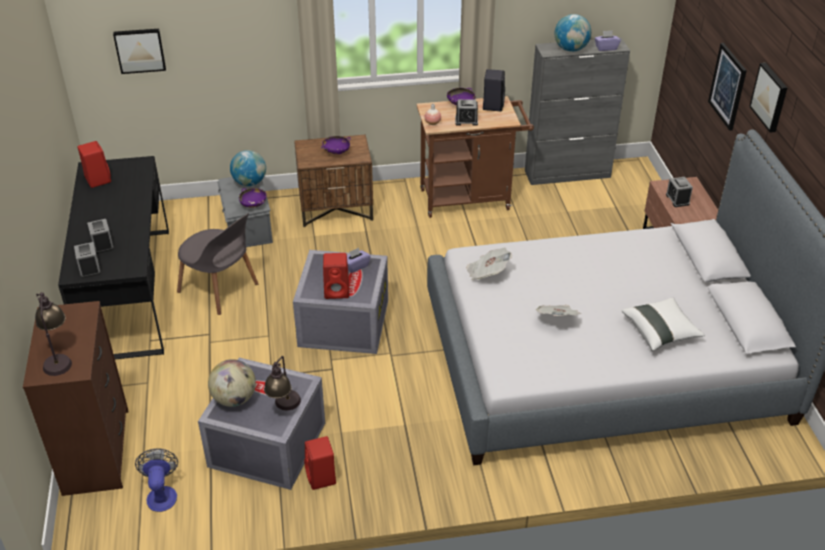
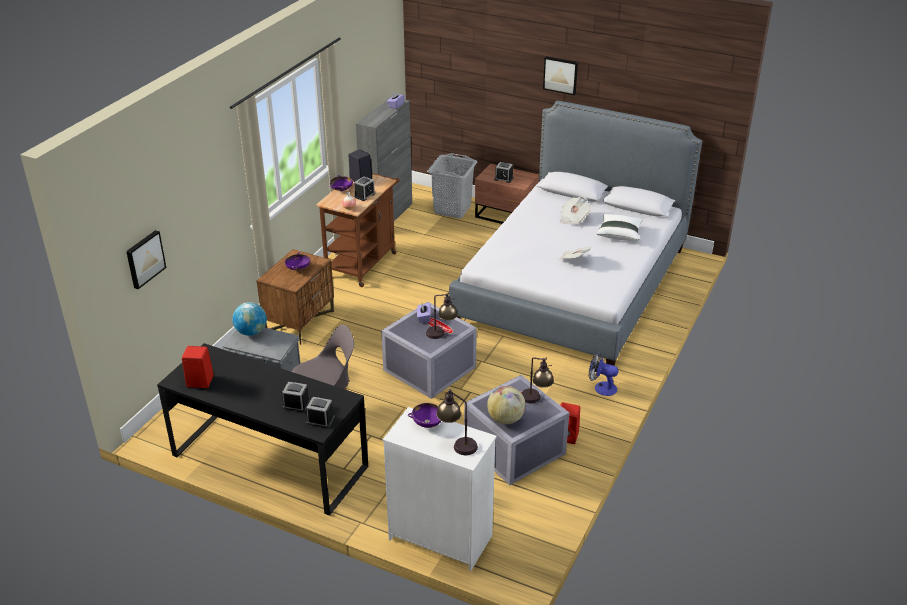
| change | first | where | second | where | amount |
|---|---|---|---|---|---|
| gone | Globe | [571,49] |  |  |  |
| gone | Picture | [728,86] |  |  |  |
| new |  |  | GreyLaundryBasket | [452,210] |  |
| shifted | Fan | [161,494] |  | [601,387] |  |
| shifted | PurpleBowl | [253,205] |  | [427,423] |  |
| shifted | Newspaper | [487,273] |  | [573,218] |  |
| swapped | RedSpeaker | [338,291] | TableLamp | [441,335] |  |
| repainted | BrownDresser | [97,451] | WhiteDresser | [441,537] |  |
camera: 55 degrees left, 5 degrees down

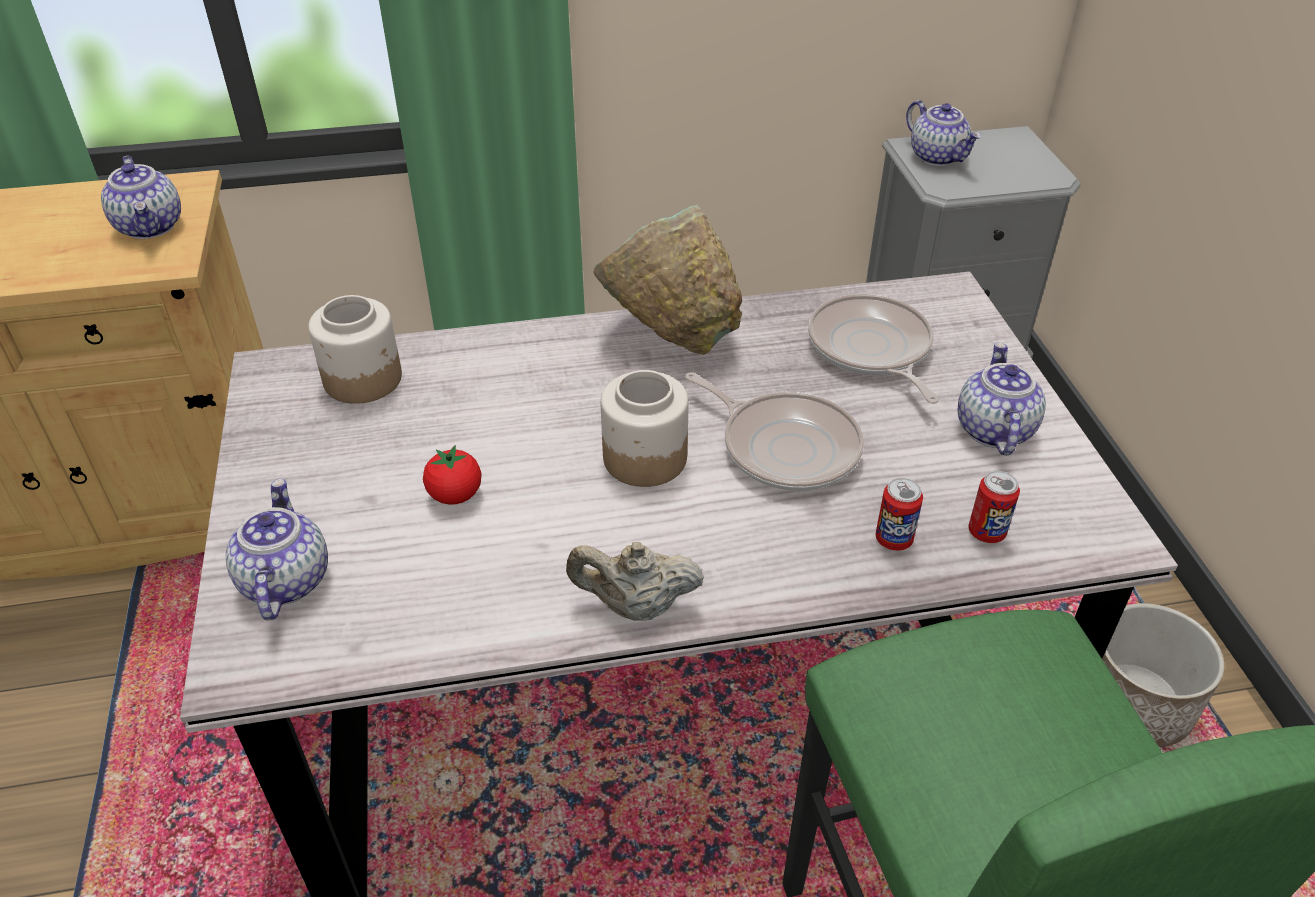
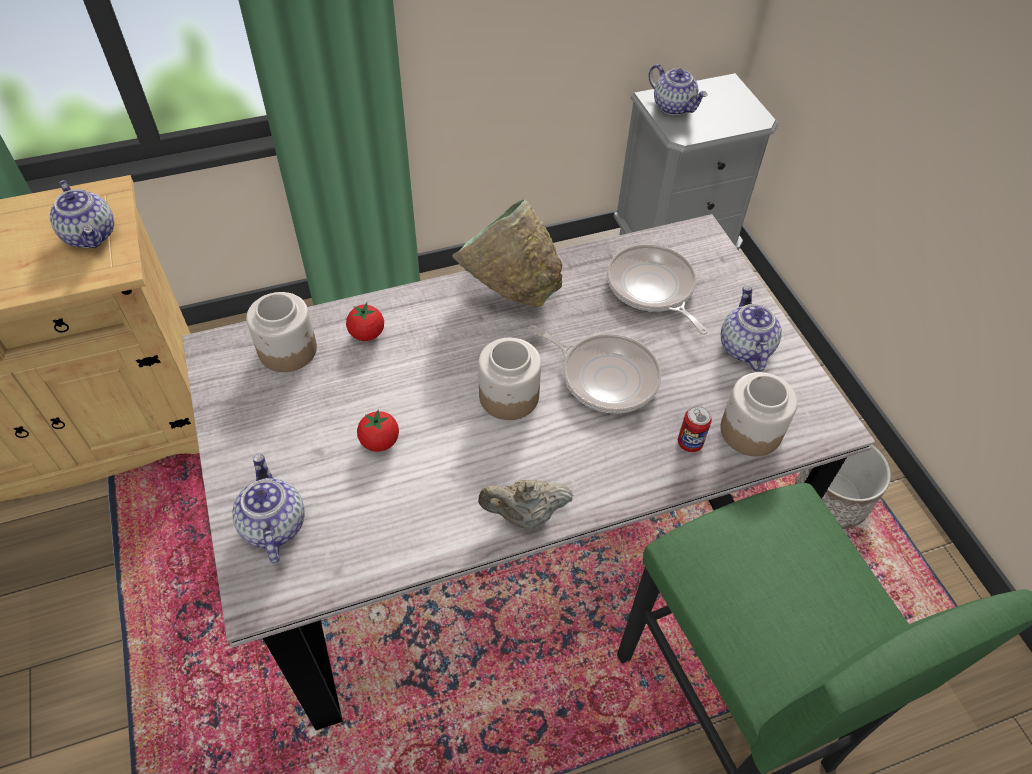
| change | first | where | second | where | amount |
|---|---|---|---|---|---|
| new |  |  | Tomato | [367,334] |  |
| swapped | Can | [986,532] | Jar | [750,430] |  |
camera: 10 degrees left, 10 degrees up

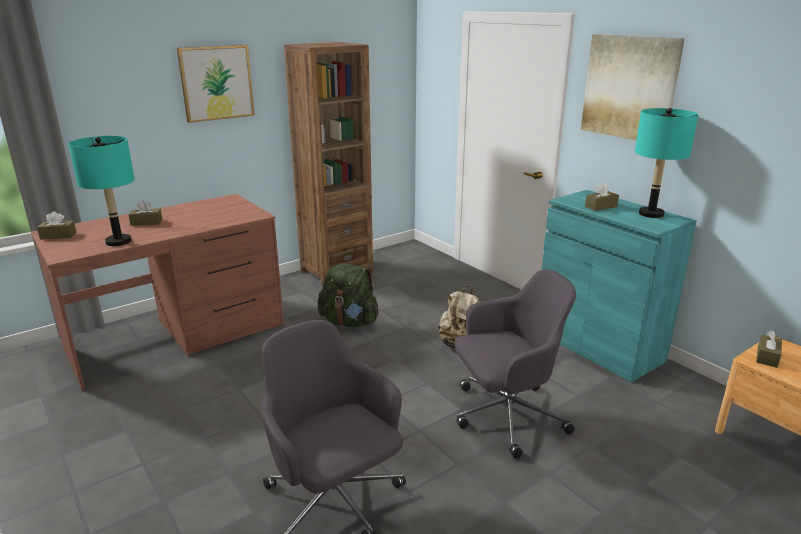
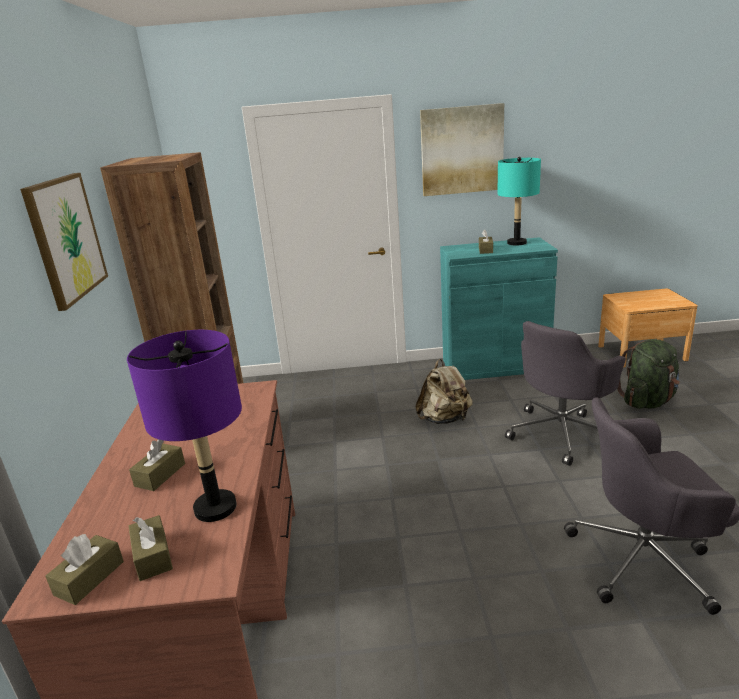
| change | first | where | second | where | amount |
|---|---|---|---|---|---|
| shifted | GreenBackpack | [349,322] |  | [647,401] |  |
| shifted | BrownTissueBox | [767,357] |  | [153,556] |  |
| repainted | TurquoiseTableLamp | [118,242] | PurpleTableLamp | [216,508] |  |
| rotated | GreyOfficeChair | [505,416] |  | [562,433] | 150 degrees counterclockwise |
camera: 55 degrees left, 0 degrees up

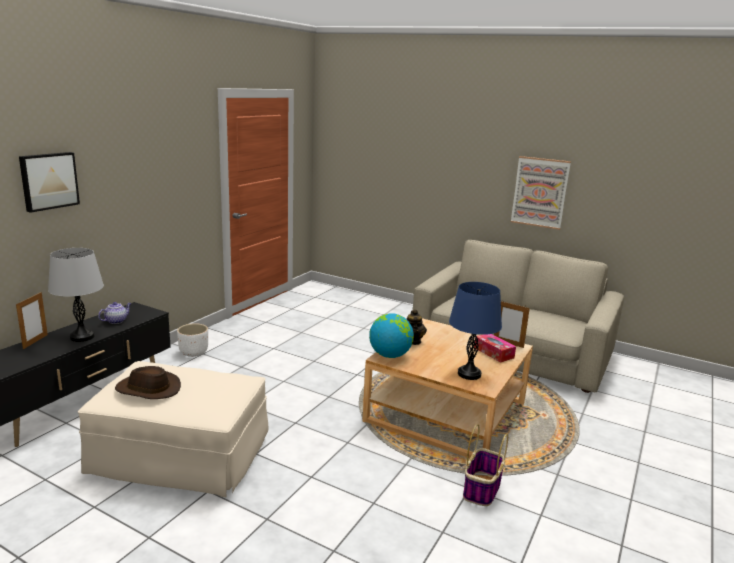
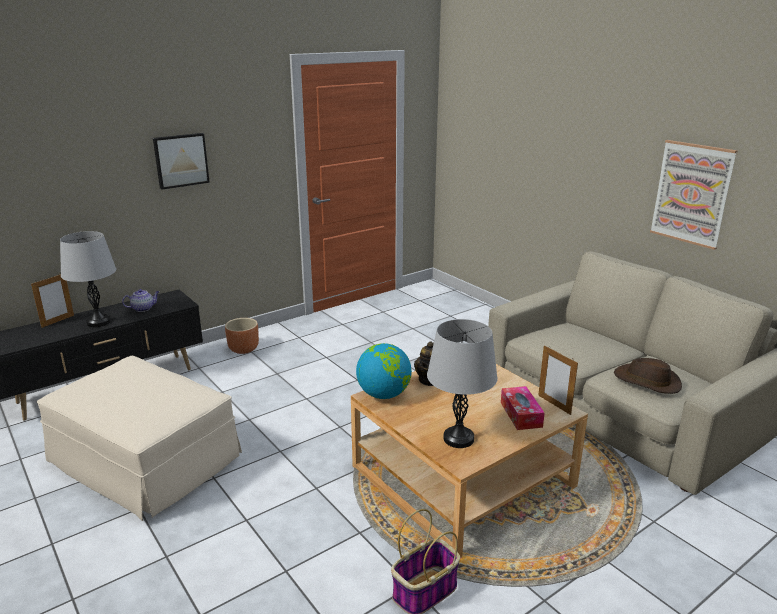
| change | first | where | second | where | amount |
|---|---|---|---|---|---|
| shifted | Picture | [48,181] |  | [180,160] |  |
| shifted | BrownHat | [148,389] |  | [647,381] |  |
| repainted | WhitePlanter | [193,353] | BrownPlanter | [243,349] |  |
| repainted | BlueTableLamp | [469,374] | GreyTableLamp | [458,439] |  |
camera: 25 degrees right, 5 degrees up

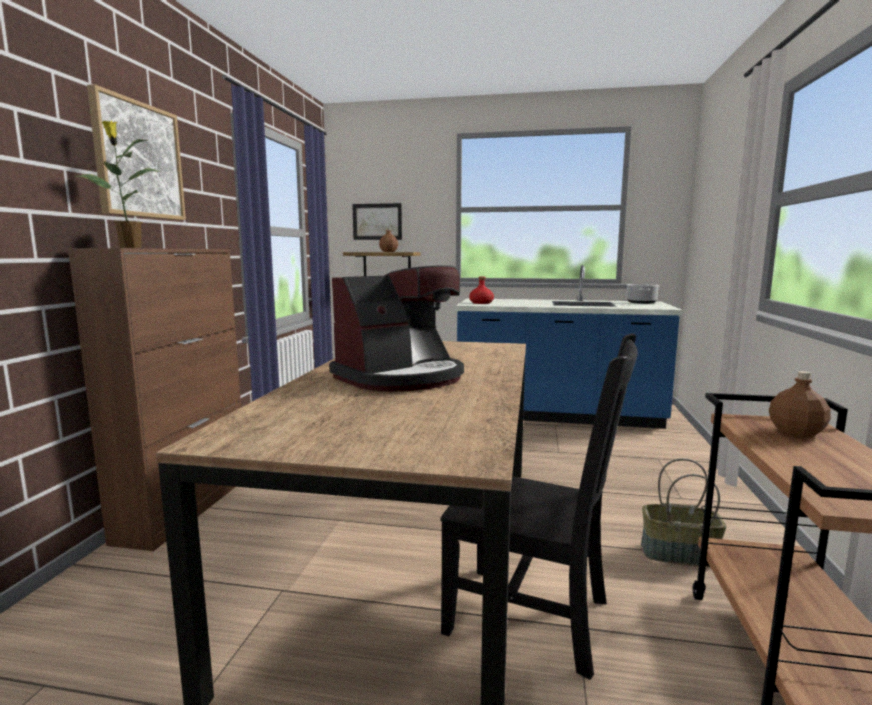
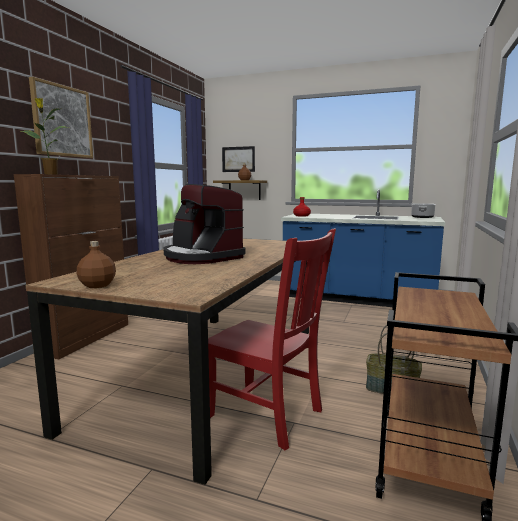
| change | first | where | second | where | amount |
|---|---|---|---|---|---|
| shifted | BrownBottle | [796,432] |  | [98,285] |  |
| repainted | BlackChair | [533,618] | RedChair | [268,415] |  |
| rotated | CoffeeMachine | [401,377] |  | [201,257] | 75 degrees clockwise |
camera: 10 degrees right, 0 degrees up

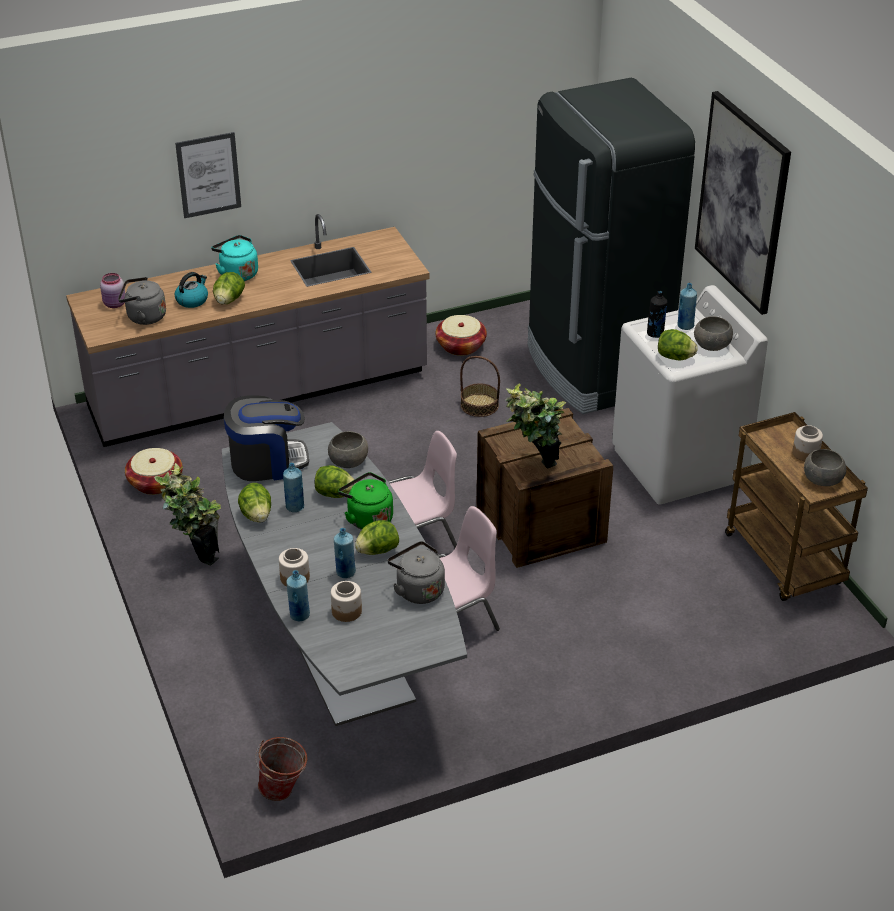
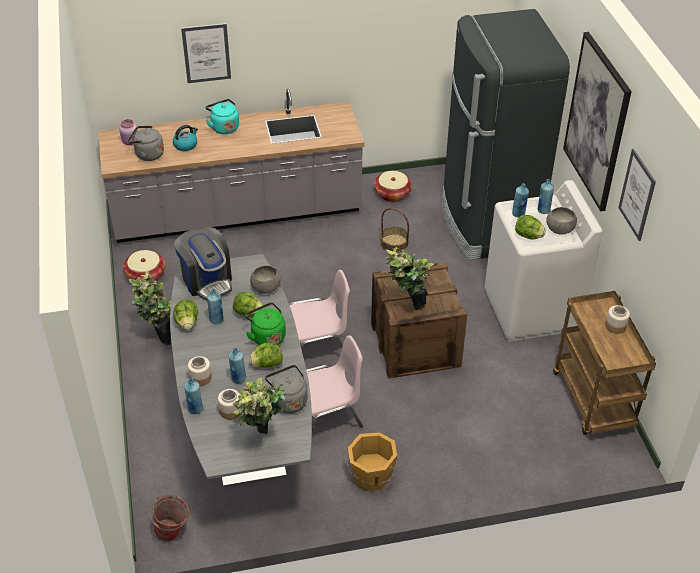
| change | first | where | second | where | amount |
|---|---|---|---|---|---|
| gone | Lettuce | [229,300] |  |  |  |
| gone | GreyBowl | [822,479] |  |  |  |
| new |  |  | PottedPlant | [261,442] |  |
| new |  |  | OrangeBucket | [371,476] |  |
| new |  |  | Picture | [637,195] |  |
| repainted | BlackBottle | [655,334] | BlueBottle | [518,214] |  |
| rotated | CoffeeMachine | [267,462] |  | [207,280] | 60 degrees clockwise |
camera: 10 degrees right, 5 degrees up

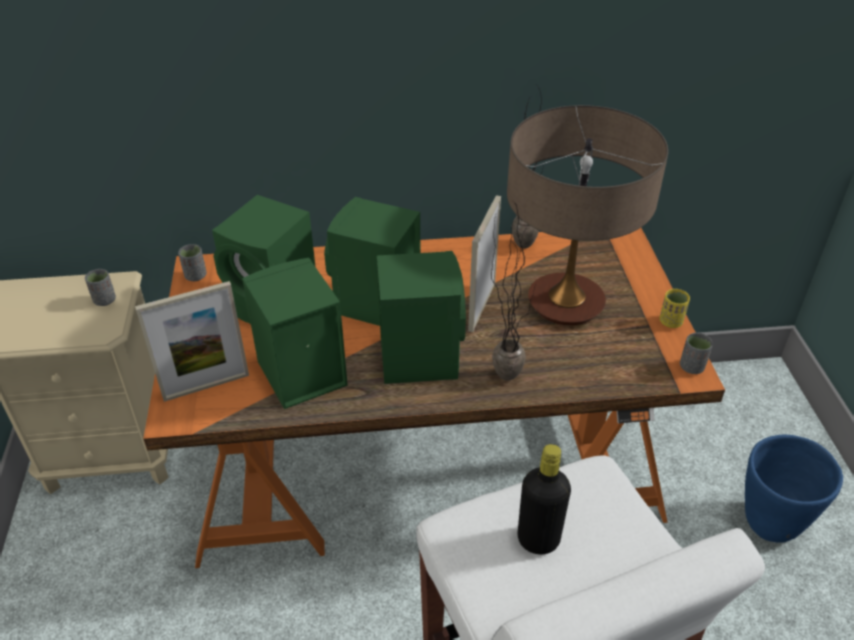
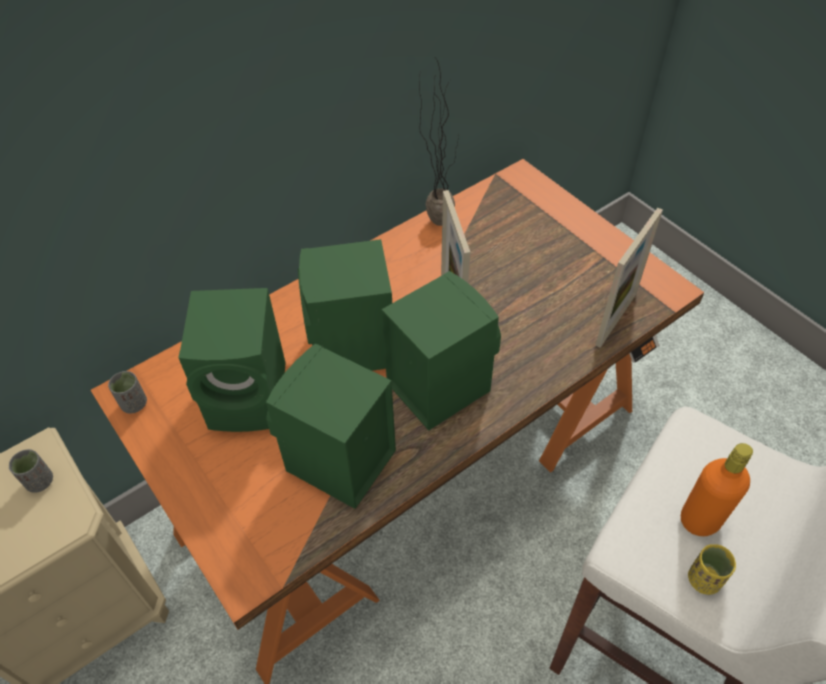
| change | first | where | second | where | amount |
|---|---|---|---|---|---|
| gone | PottedPlant | [505,368] |  |  |  |
| gone | TableLamp | [565,303] |  |  |  |
| gone | GreyCup | [691,367] |  |  |  |
| gone | BluePlanter | [770,523] |  |  |  |
| shifted | PictureFrame | [206,386] |  | [616,319] |  |
| shifted | YellowCup | [670,322] |  | [703,579] |  |
| repainted | BlackBottle | [538,539] | OrangeBottle | [699,520] |  |
camera: 30 degrees left, 10 degrees up

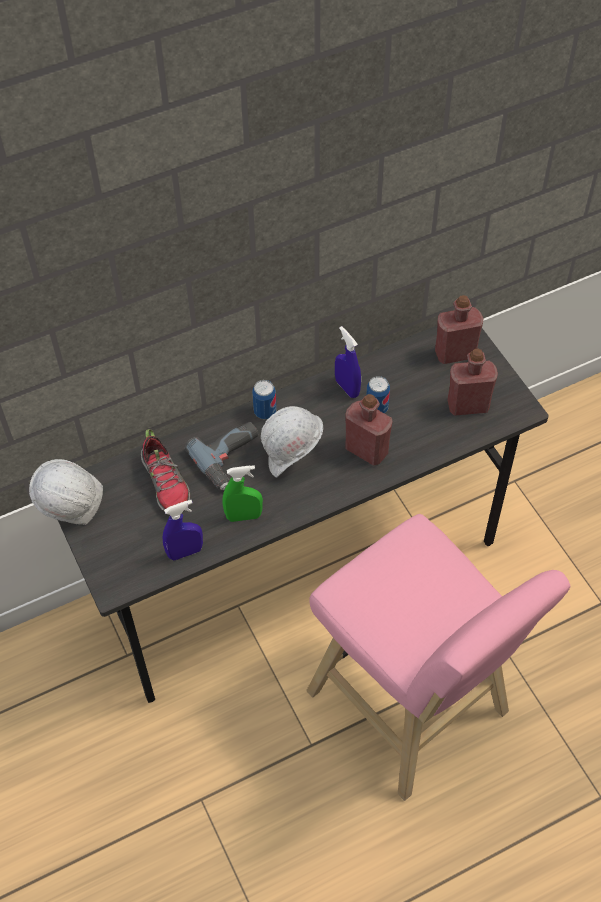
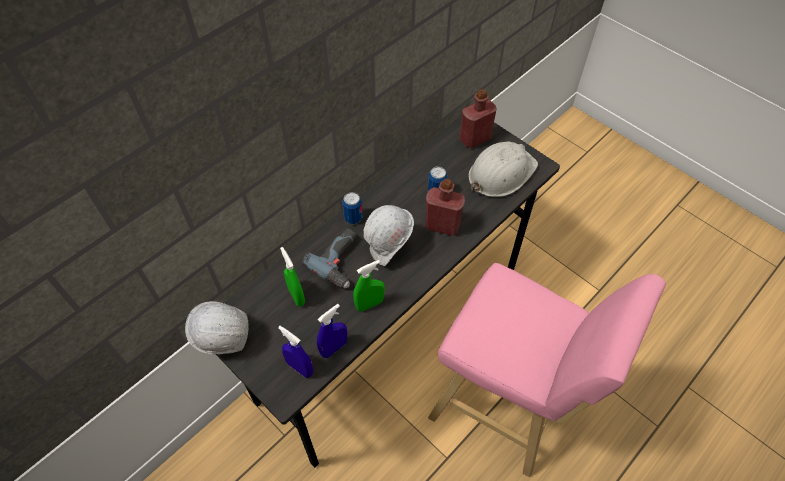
| change | first | where | second | where | amount |
|---|---|---|---|---|---|
| shifted | BlueSprayBottle | [347,388] |  | [300,368] |  |
| swapped | Shoe | [166,483] | GreenSprayBottle | [296,296] |  |
| swapped | RedBottle | [468,405] | WhiteHardHat | [501,173] |  |
camera: 20 degrees left, 0 degrees up

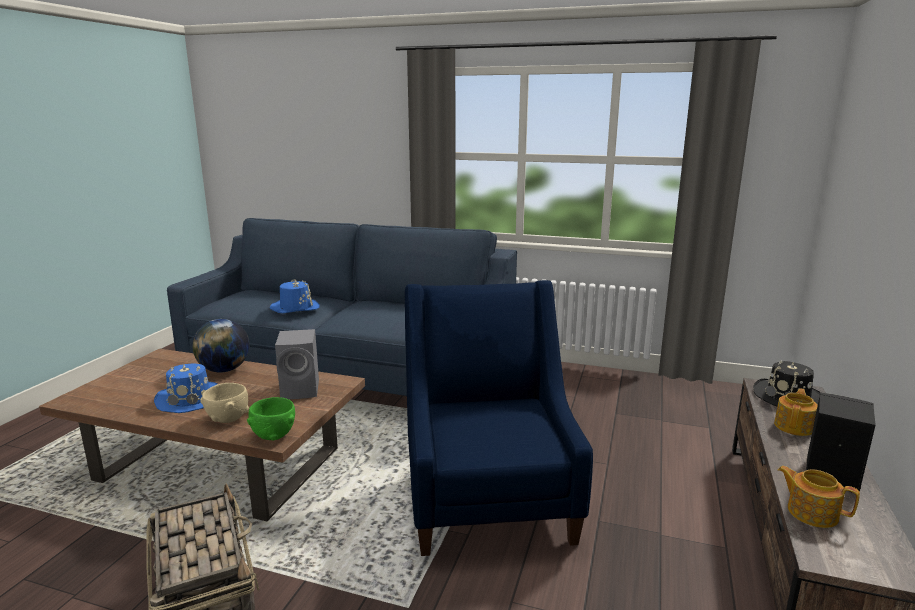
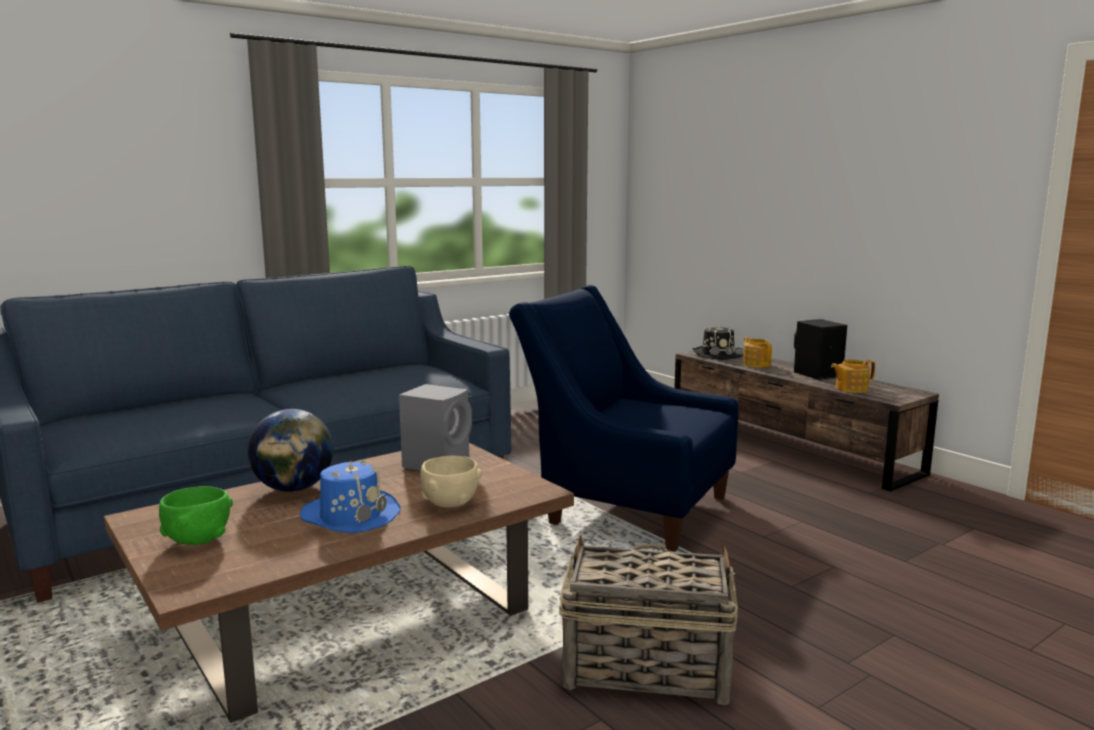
| change | first | where | second | where | amount |
|---|---|---|---|---|---|
| gone | BlueHat | [295,307] |  |  |  |
| shifted | GreenBowl | [274,435] |  | [198,540] |  |
camera: 55 degrees left, 5 degrees down

